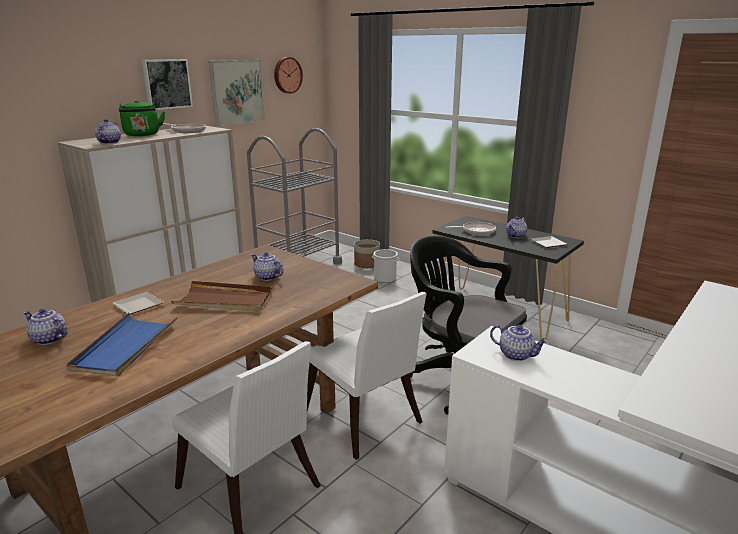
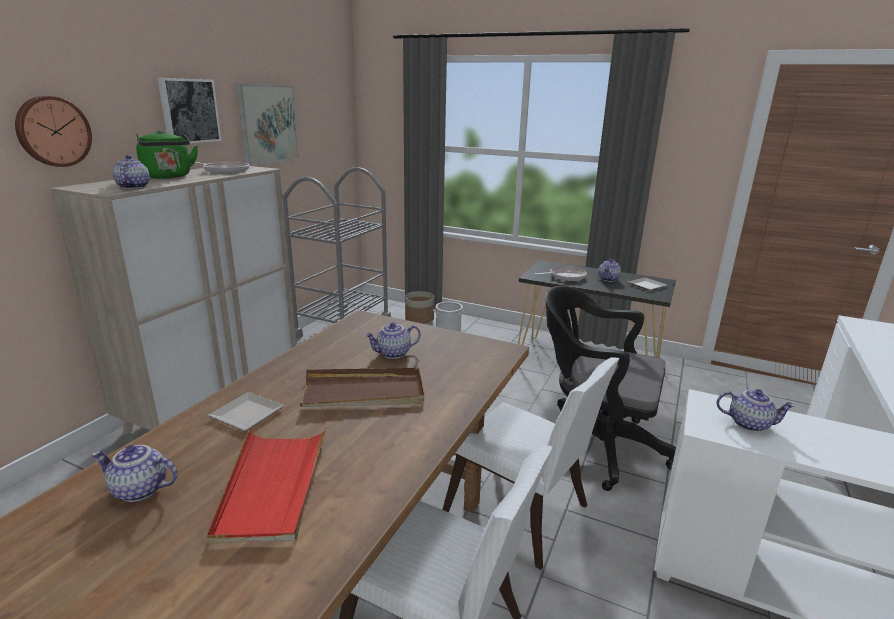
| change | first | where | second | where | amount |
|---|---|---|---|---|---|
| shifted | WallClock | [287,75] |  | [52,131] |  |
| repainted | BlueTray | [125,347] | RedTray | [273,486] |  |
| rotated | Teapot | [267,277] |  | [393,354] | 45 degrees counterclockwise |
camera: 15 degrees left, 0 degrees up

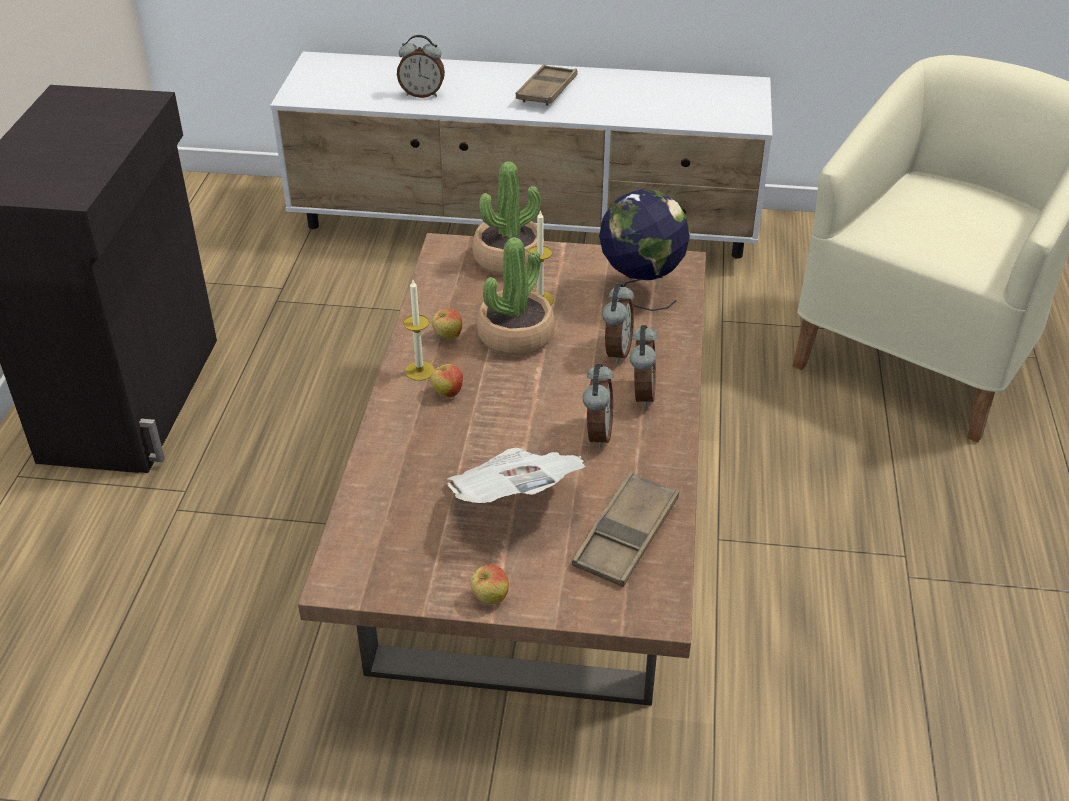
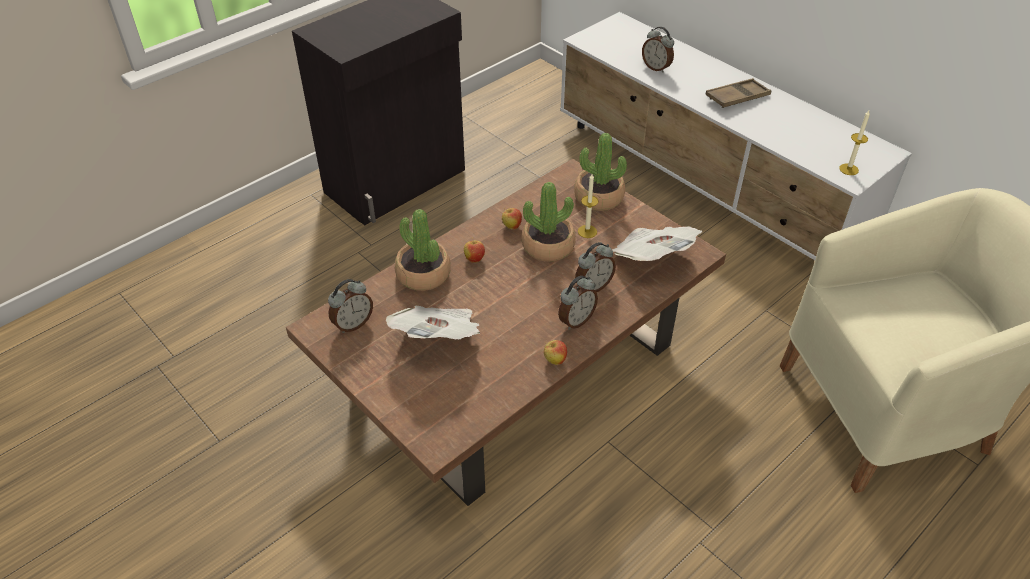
| change | first | where | second | where | amount |
|---|---|---|---|---|---|
| gone | BrownTray | [626,536] |  |  |  |
| new |  |  | PottedPlant | [423,274] |  |
| shifted | Candle | [419,371] |  | [848,169] |  |
| shifted | Apple | [489,598] |  | [555,360] |  |
| shifted | AlarmClock | [597,434] |  | [353,324] |  |
| swapped | Globe | [640,292] | Newspaper | [652,258] |  |
camera: 40 degrees right, 5 degrees up

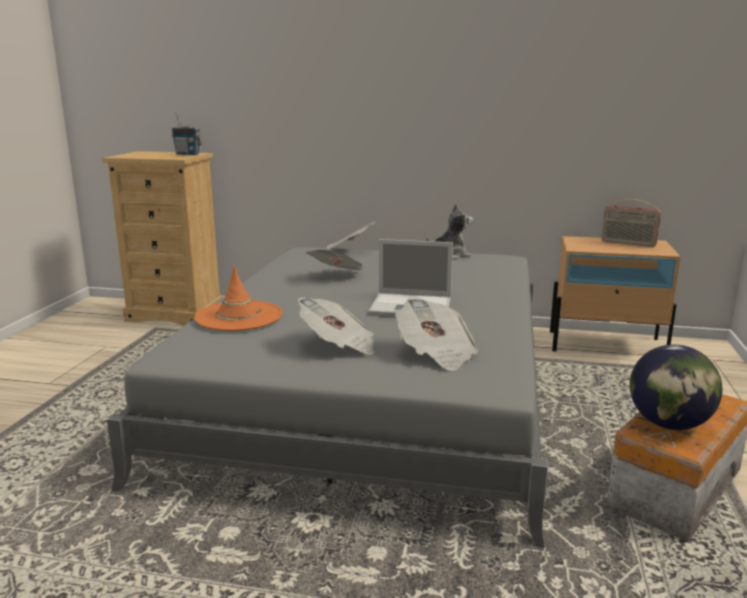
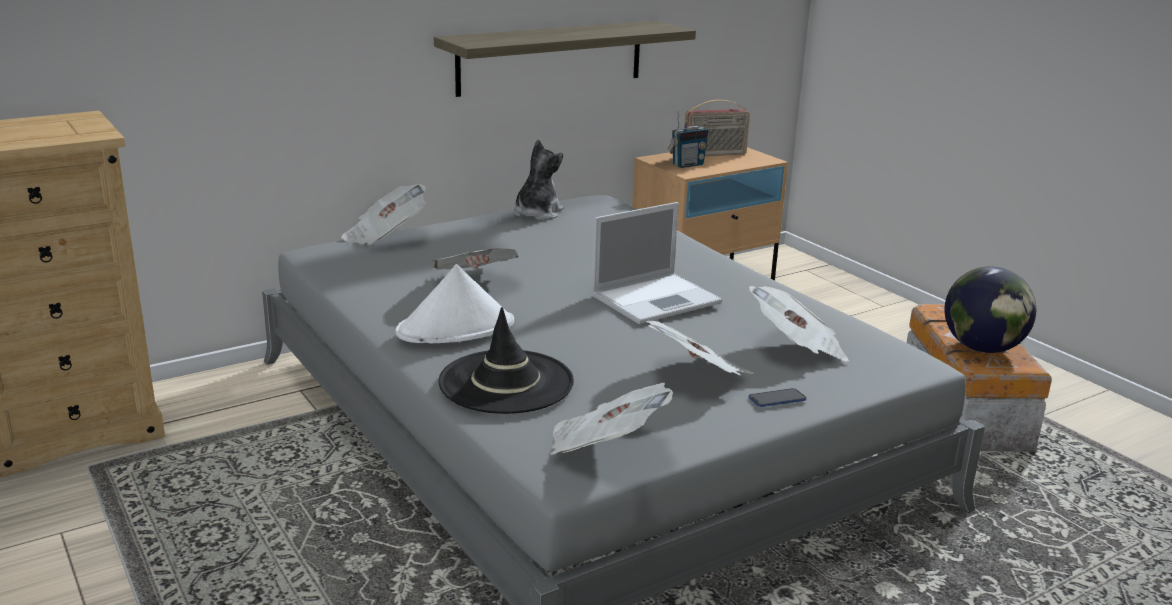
| change | first | where | second | where | amount |
|---|---|---|---|---|---|
| new |  |  | WhiteHat | [456,328] |  |
| new |  |  | Shelf | [551,57] |  |
| new |  |  | Newspaper | [605,447] |  |
| new |  |  | Phone | [777,399] |  |
| shifted | Radio | [187,154] |  | [687,165] |  |
| repainted | OrangeHat | [239,316] | BlackHat | [506,382] |  |
camera: 45 degrees left, 5 degrees up

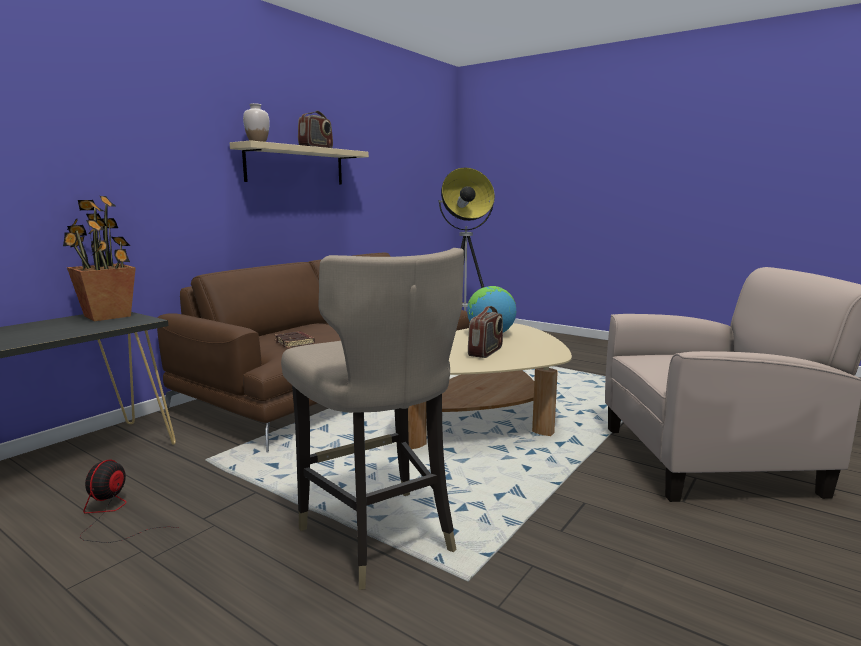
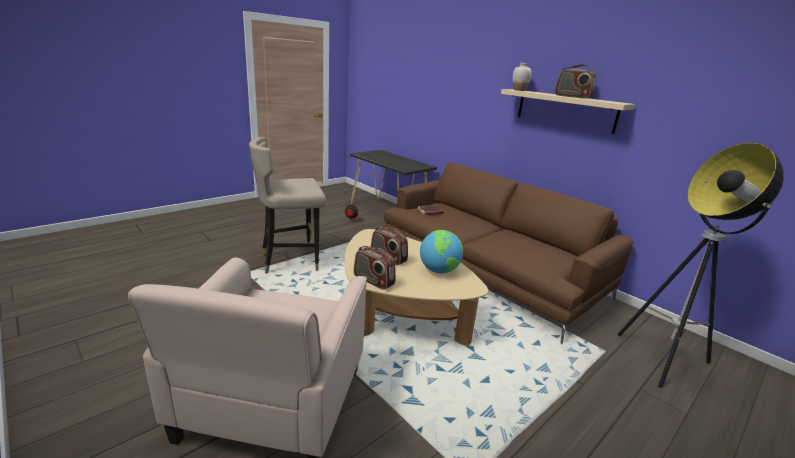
| change | first | where | second | where | amount |
|---|---|---|---|---|---|
| gone | PottedPlant | [106,316] |  |  |  |
| new |  |  | Radio | [373,281] |  |
camera: 100 degrees right, 10 degrees up

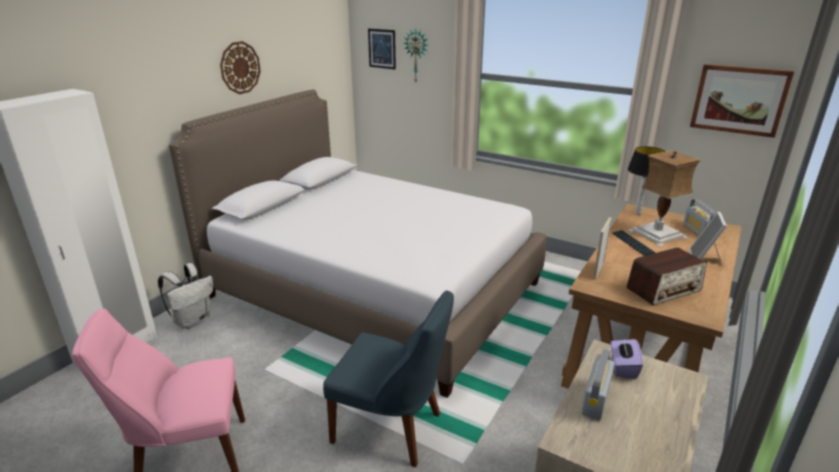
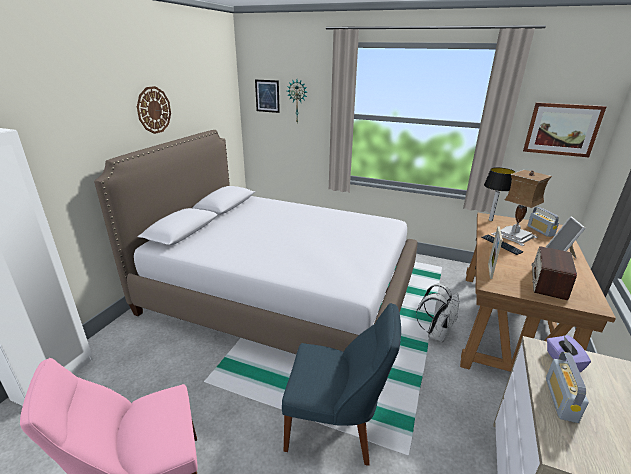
| change | first | where | second | where | amount |
|---|---|---|---|---|---|
| shifted | WhiteBackpack | [193,320] |  | [436,333] |  |
| rotated | Radio | [663,289] |  | [548,283] | 150 degrees clockwise |
camera: 10 degrees left, 0 degrees up

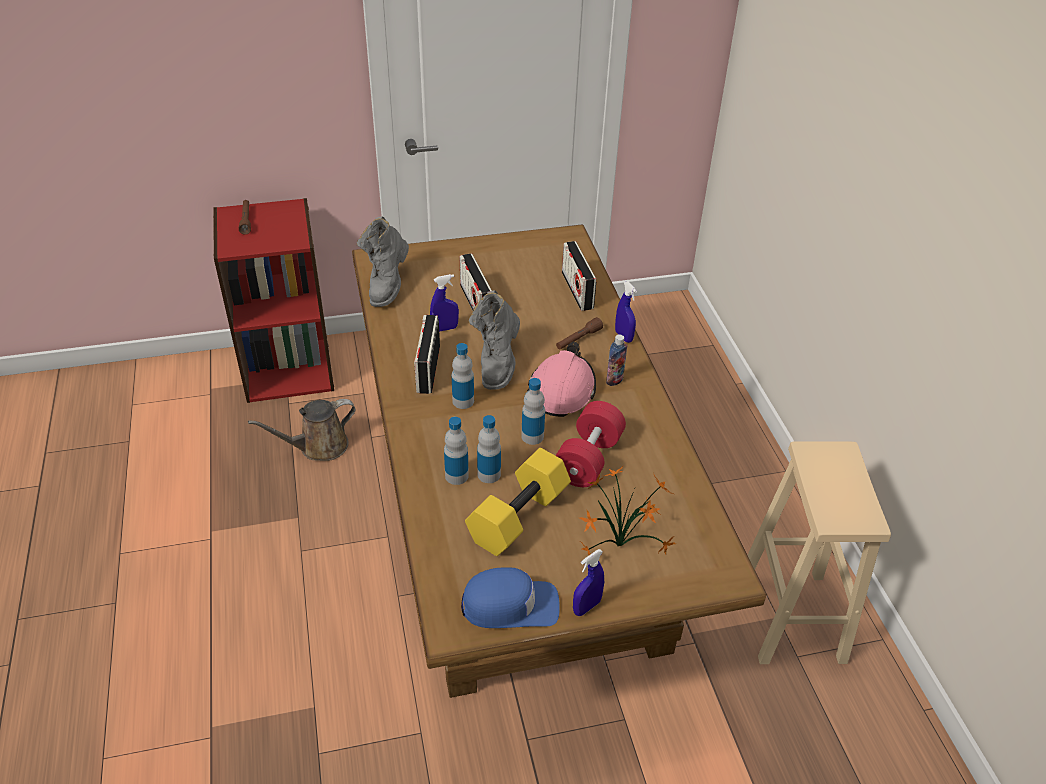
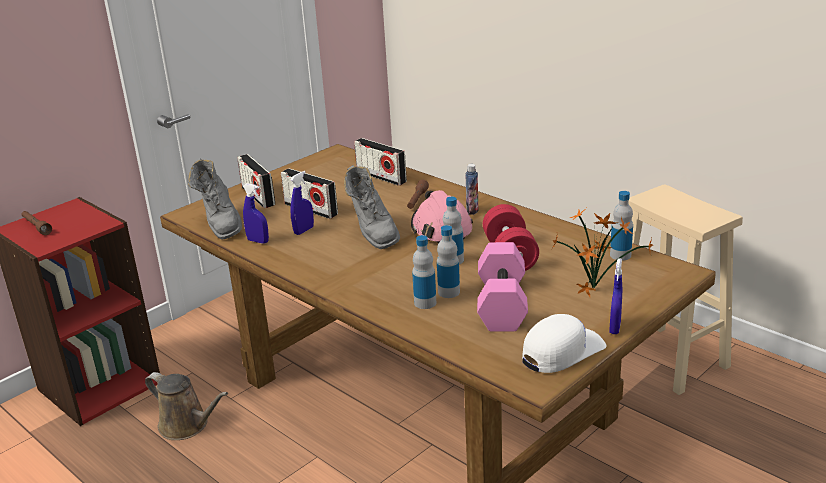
| change | first | where | second | where | amount |
|---|---|---|---|---|---|
| shifted | Radio | [428,369] |  | [258,196] |  |
| shifted | Bottle | [463,401] |  | [620,255] |  |
| shifted | BlueSprayBottle | [623,336] |  | [258,241] |  |
| repainted | BlueCap | [510,605] | WhiteCap | [562,351] |  |
| repainted | YellowDumbbell | [517,515] | PinkDumbbell | [500,304] |  |
| rotated | BrownWateringCan | [318,447] |  | [187,425] | 90 degrees counterclockwise |
camera: 30 degrees left, 15 degrees down

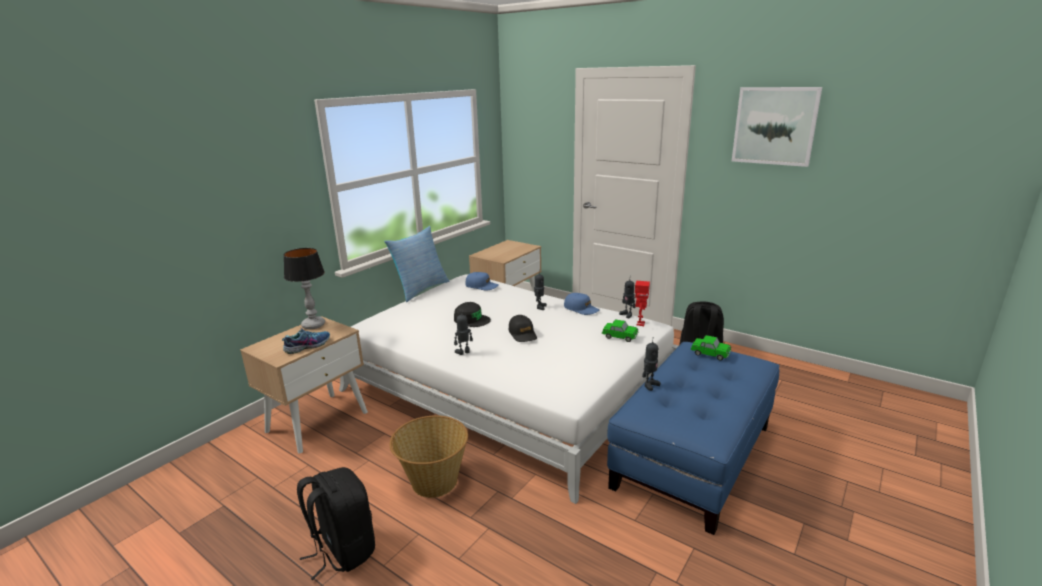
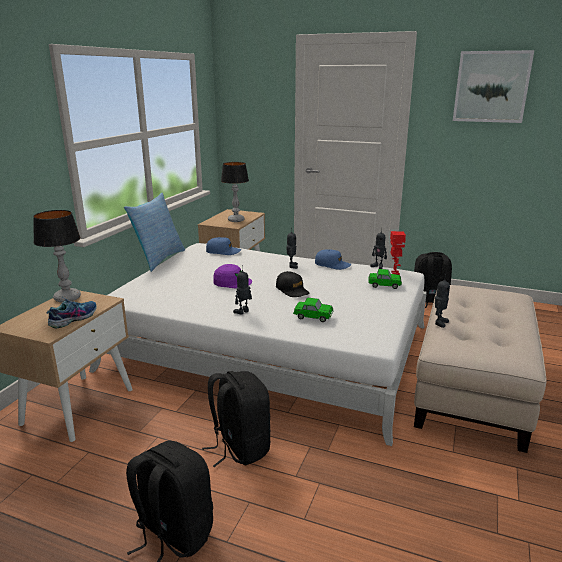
| change | first | where | second | where | amount |
|---|---|---|---|---|---|
| new |  |  | TableLamp | [235,220] |  |
| shifted | ToyCar | [710,354] |  | [313,317] |  |
| swapped | Basket | [433,481] | BlackBackpack | [239,447] |  |
| repainted | BlackCap | [471,320] | PurpleCap | [232,282] |  |
| repainted | BlueOttoman | [692,455] | BeigeOttoman | [470,387] |  |
camera: 15 degrees left, 0 degrees up

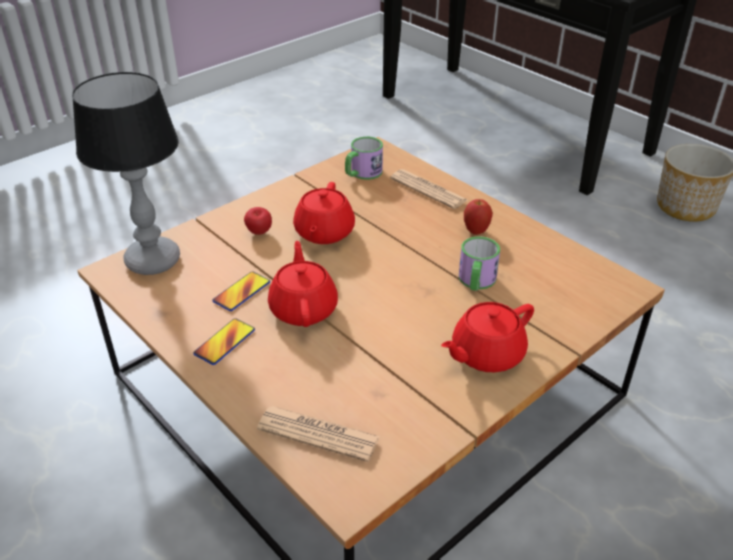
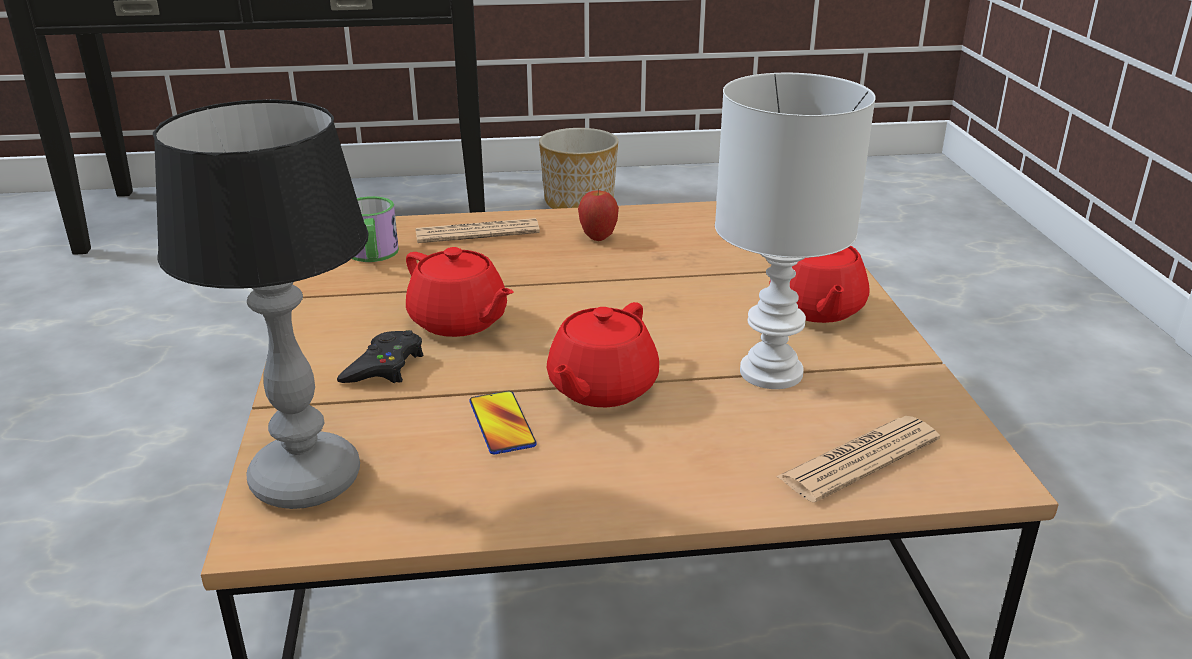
| change | first | where | second | where | amount |
|---|---|---|---|---|---|
| gone | Phone | [225,342] |  |  |  |
| gone | Mug | [476,282] |  |  |  |
| new |  |  | WhiteTableLamp | [774,373] |  |
| swapped | Apple | [259,233] | BlackGameController | [384,366] |  |
| rotated | RedTeapot | [304,308] |  | [600,388] | 90 degrees counterclockwise |
camera: 55 degrees left, 10 degrees down

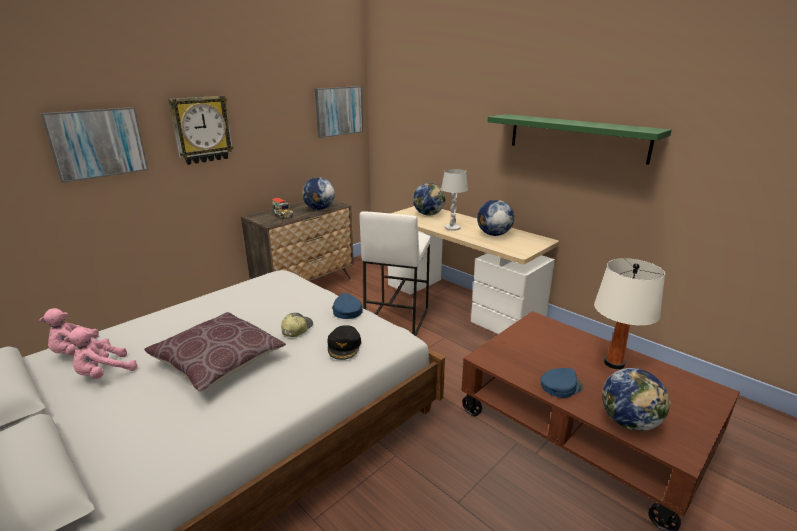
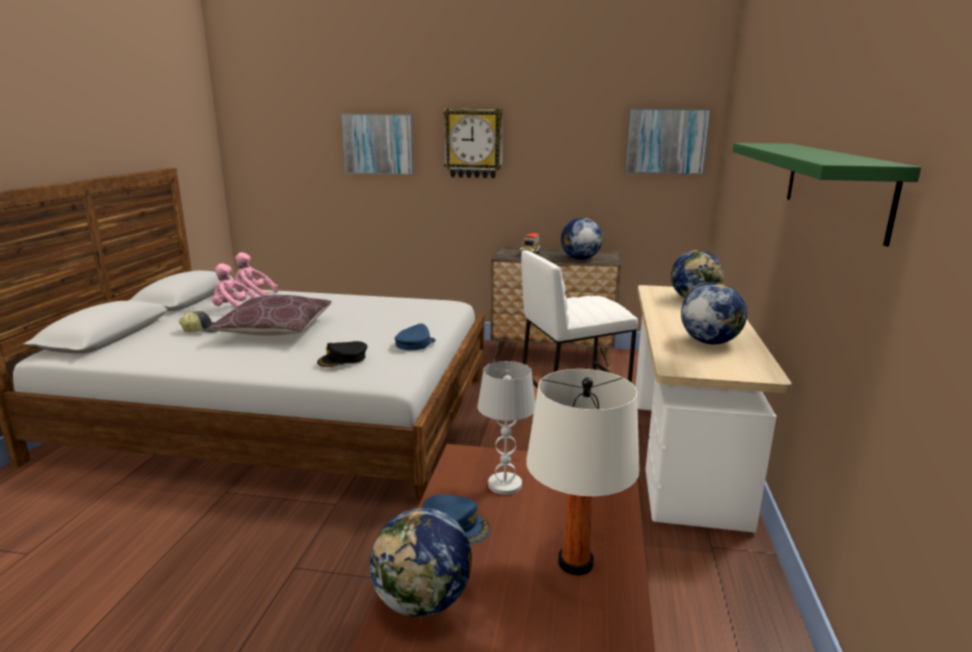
| change | first | where | second | where | amount |
|---|---|---|---|---|---|
| shifted | Cap | [297,329] |  | [203,330] |  |
| shifted | WhiteTableLamp | [452,228] |  | [504,485] |  |
camera: 55 degrees right, 5 degrees down

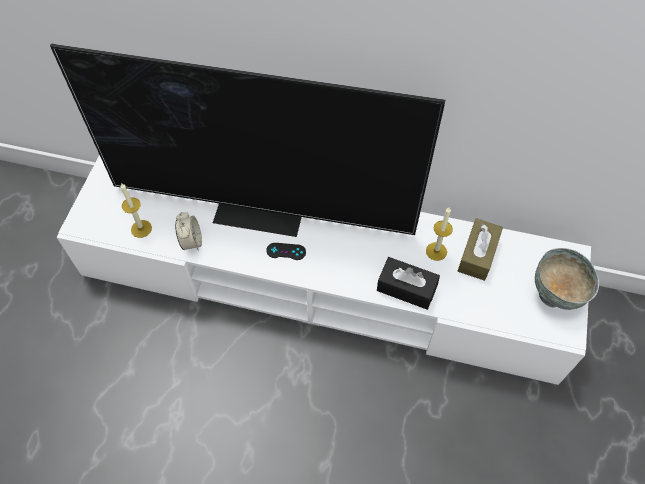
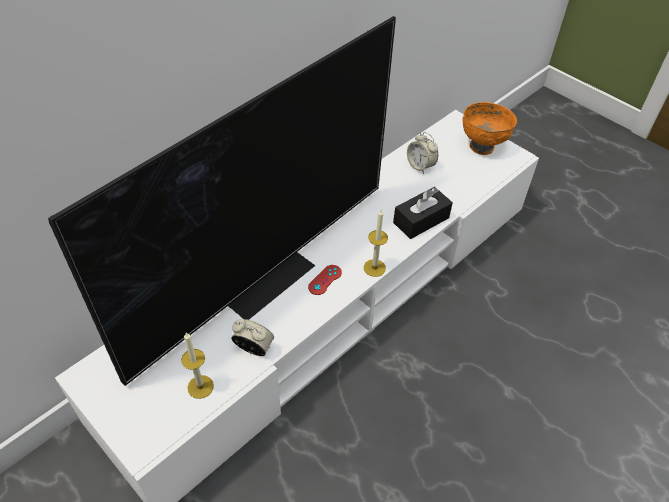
| change | first | where | second | where | amount |
|---|---|---|---|---|---|
| shifted | Candle | [436,251] |  | [374,268] |  |
| swapped | BrownTissueBox | [477,255] | AlarmClock | [420,166] |  |
| repainted | BlackGameController | [286,251] | RedGameController | [325,280] |  |
| repainted | GreyBowl | [555,294] | OrangeBowl | [482,146] |  |
camera: 60 degrees left, 10 degrees down

